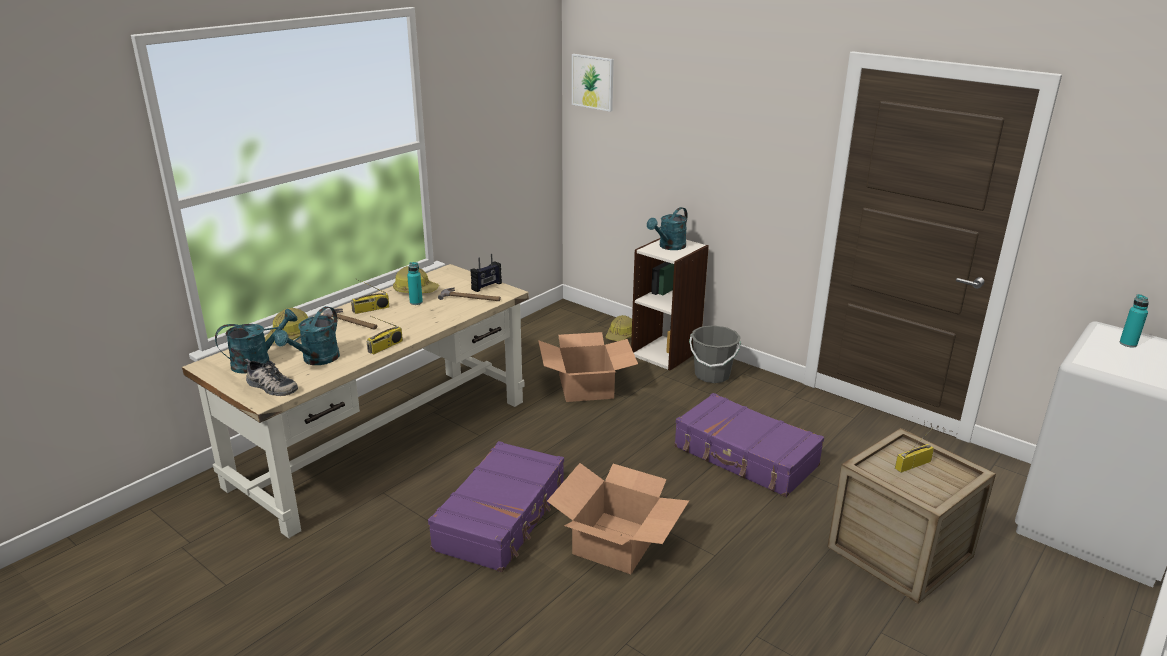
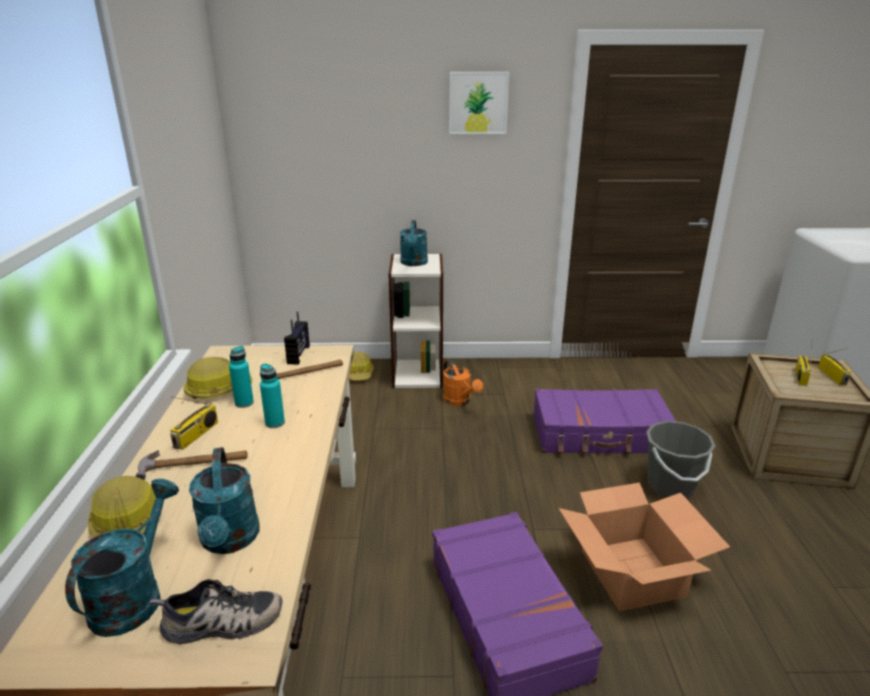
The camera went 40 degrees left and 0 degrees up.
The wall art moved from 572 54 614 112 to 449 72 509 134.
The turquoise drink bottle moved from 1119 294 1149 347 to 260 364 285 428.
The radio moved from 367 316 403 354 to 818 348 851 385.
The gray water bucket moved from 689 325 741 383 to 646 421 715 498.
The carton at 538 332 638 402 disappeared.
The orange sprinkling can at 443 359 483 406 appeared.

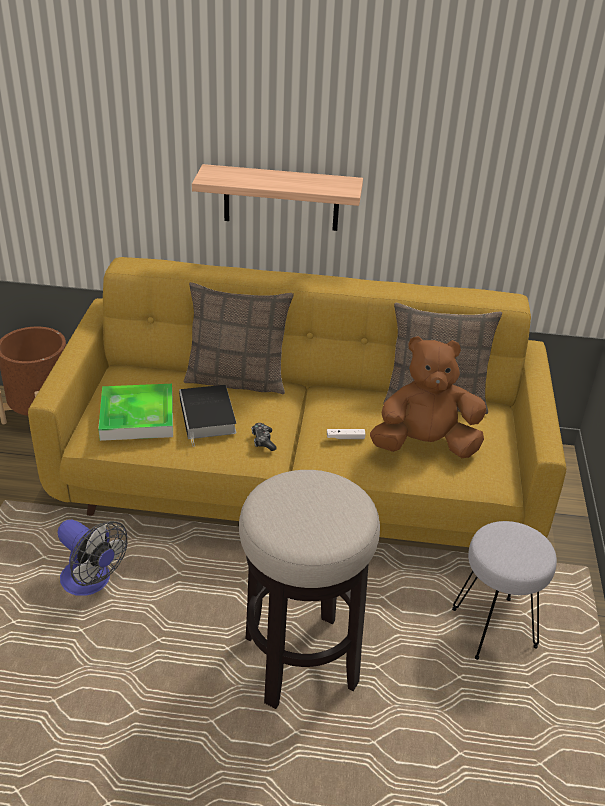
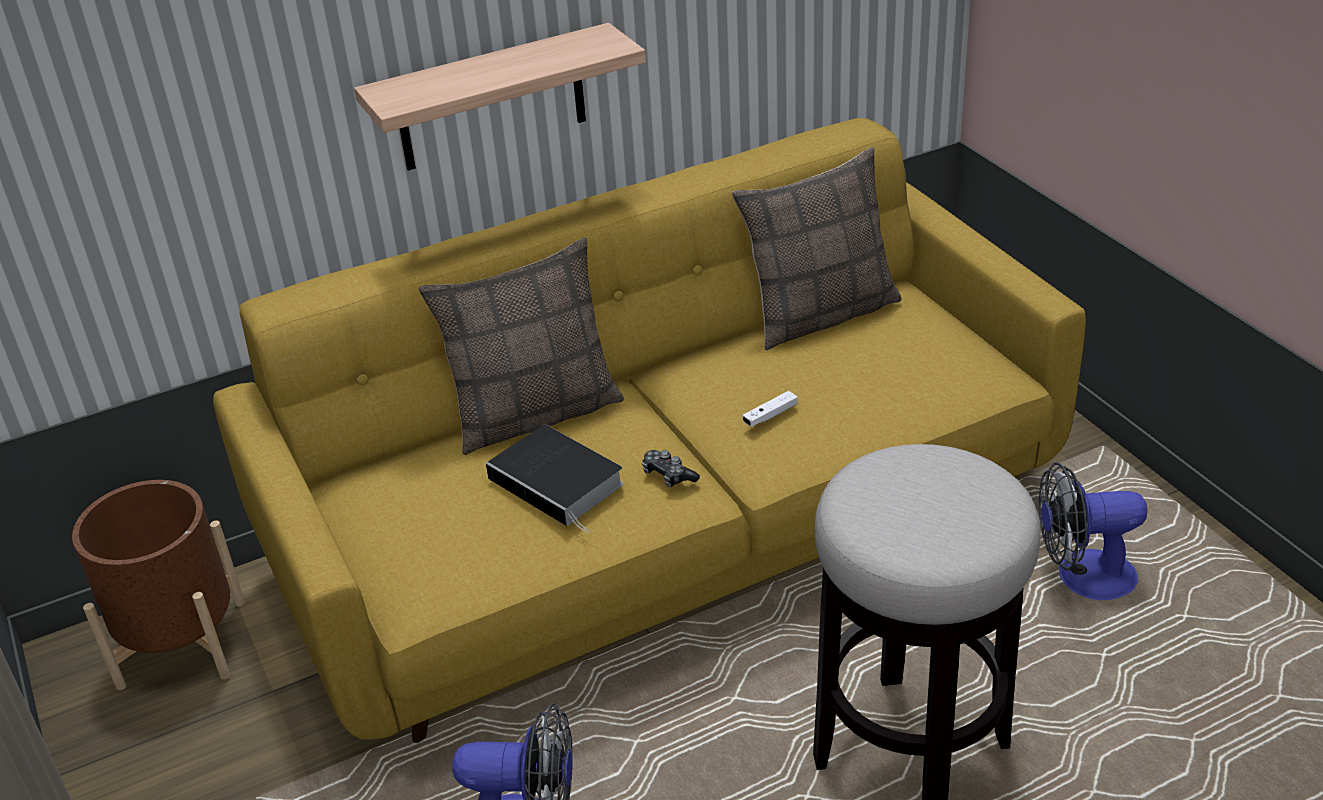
The camera went 30 degrees left and 0 degrees up.
The brown cuddly toy at 370 336 486 458 disappeared.
The tray at 98 384 173 441 disappeared.
The gray sitting stool at 452 521 557 660 was replaced by the cooling fan at 1039 462 1147 600.

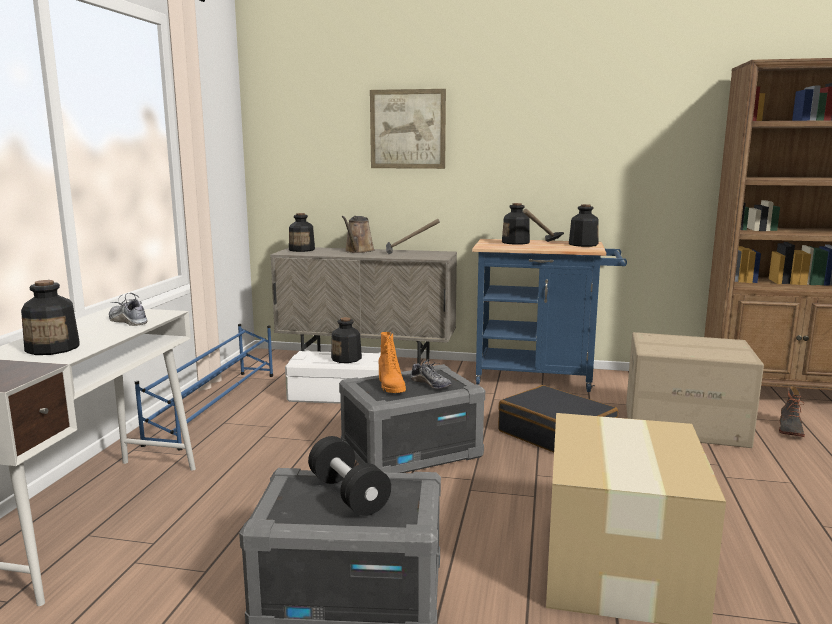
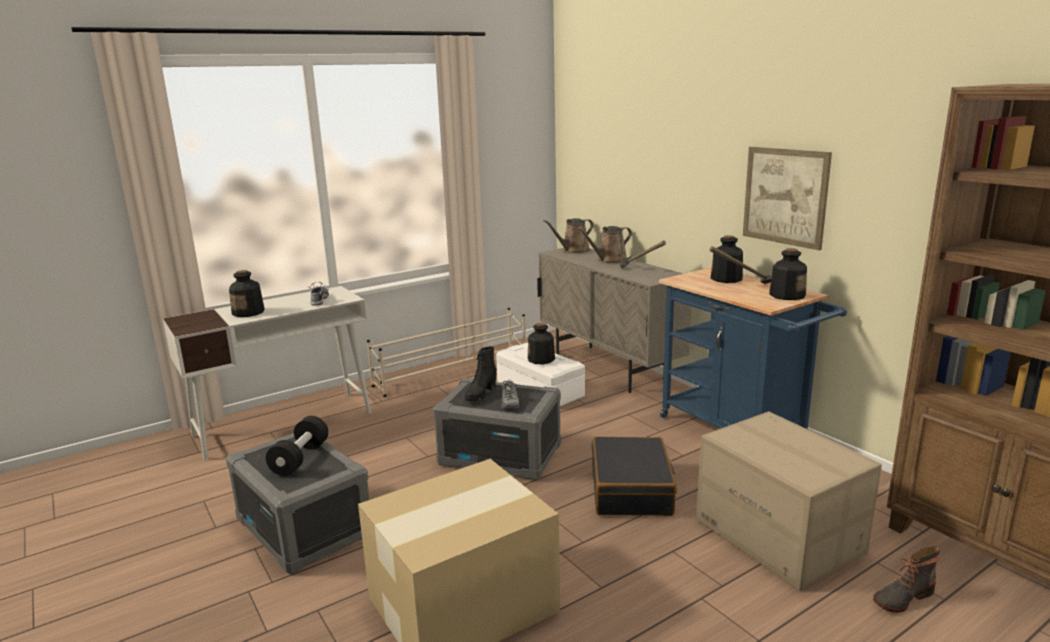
The camera went 45 degrees right and 5 degrees up.
The wall art moved from 370 89 446 169 to 743 147 832 250.
The drink bottle at 289 213 315 252 was replaced by the brown sprinkling can at 543 218 593 253.
The bluish shoe rack at 135 324 273 451 became the sand-coloured shoe rack at 367 308 526 397.
The orange boot at 379 332 406 393 became the black-coloured boot at 465 346 496 402.

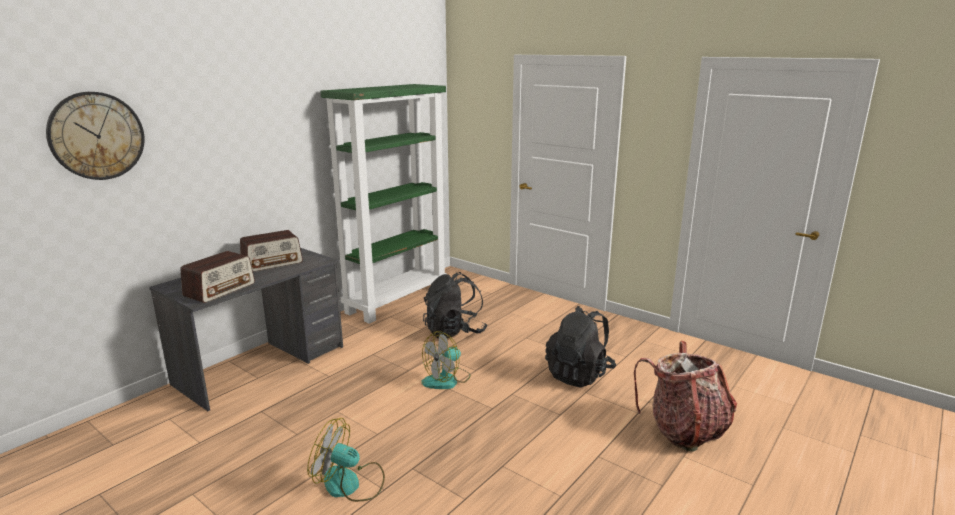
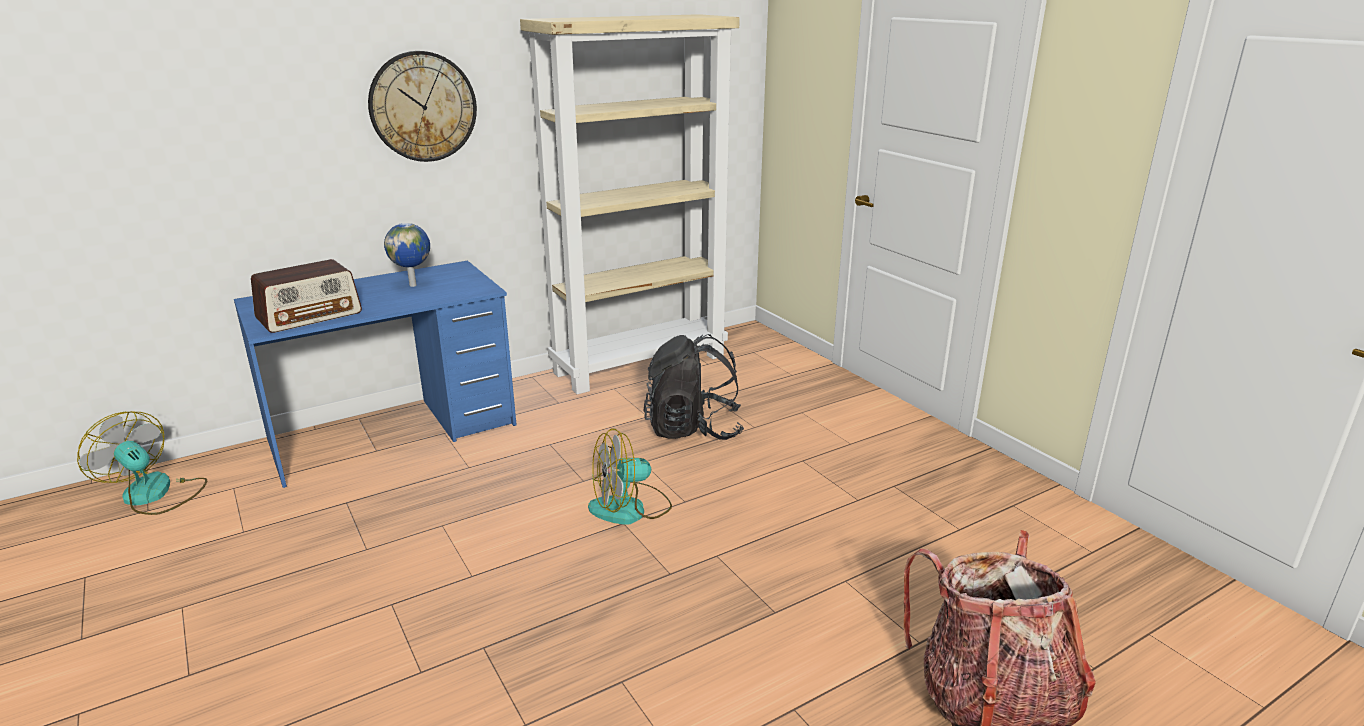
The camera went 20 degrees right and 5 degrees up.
The green-coloured bookshelf at 320 84 447 324 became the sand-coloured bookshelf at 520 14 740 394.
The hanging clock moved from 46 92 145 180 to 368 51 477 162.
The radio at 240 230 303 272 was replaced by the world globe at 384 223 430 287.
The gray desk unit at 149 248 343 411 became the bluish desk unit at 234 261 517 488.
The black-coloured rucksack at 545 306 616 387 disappeared.
The cooling fan moved from 307 418 385 502 to 77 411 207 515.

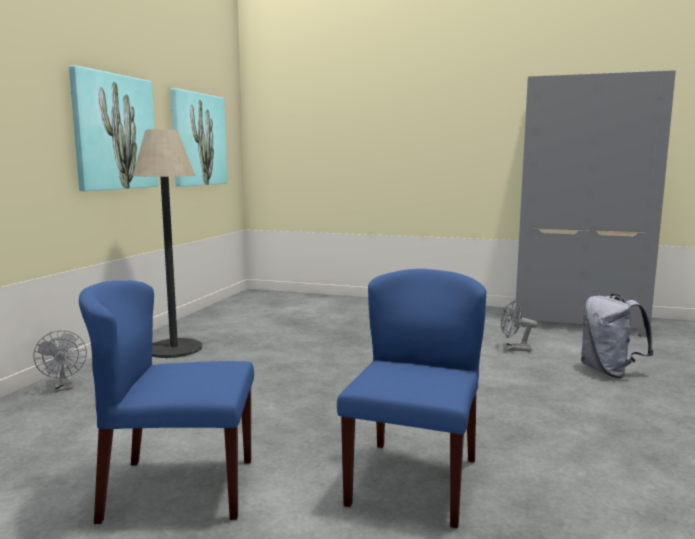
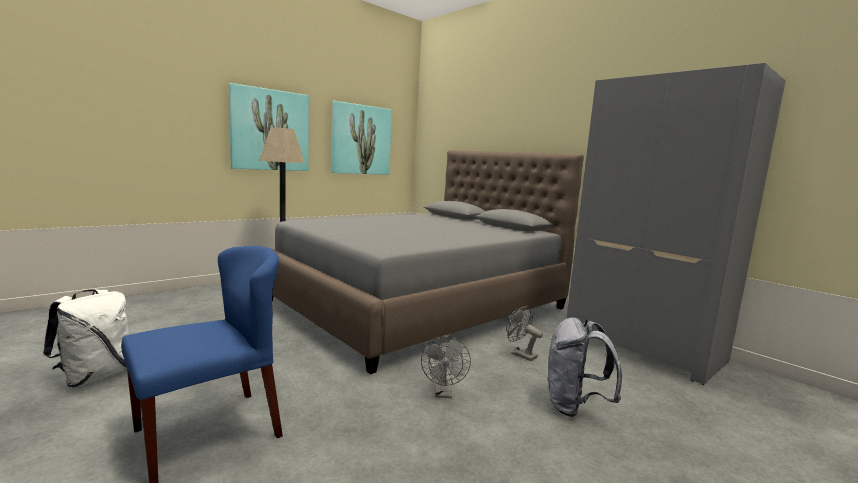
The camera went 30 degrees right and 0 degrees up.
The bluish upright chair at 79 280 254 524 was replaced by the white rucksack at 43 289 129 388.
The gray cooling fan moved from 33 330 87 392 to 421 336 471 398.
The gray sleeping bed at 270 150 584 374 appeared.

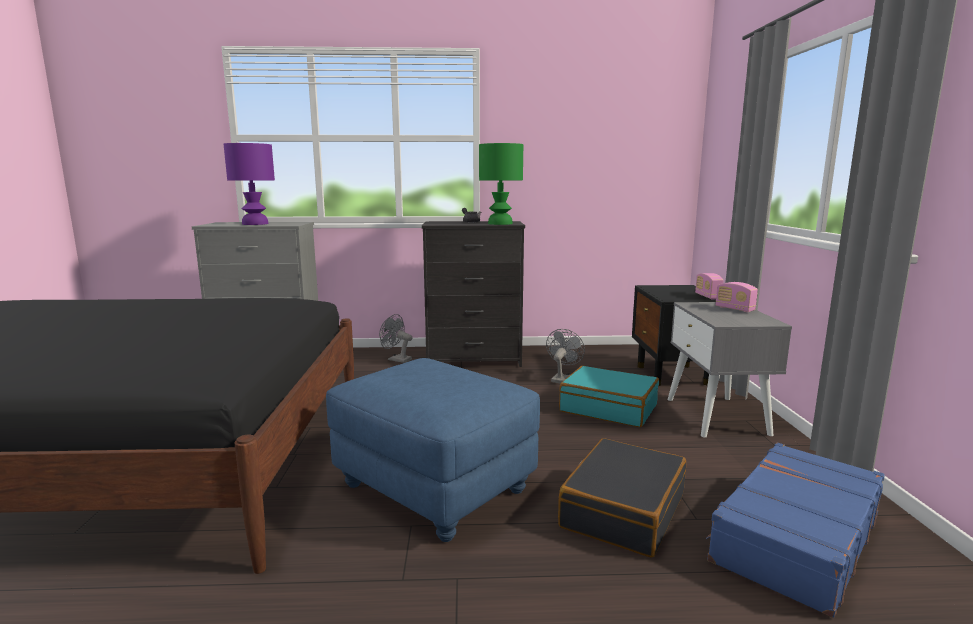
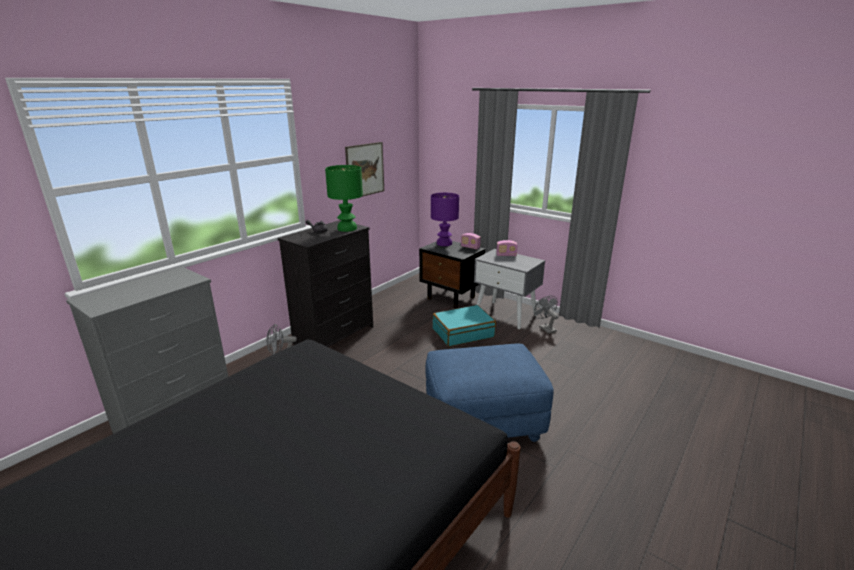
The camera went 50 degrees left and 10 degrees up.
The purple-coloured lamp for a table moved from 224 143 275 225 to 431 193 459 246.
The gray cooling fan moved from 546 329 585 383 to 534 296 558 334.
The black-coloured piece of luggage at 558 438 686 558 disappeared.
The bluish piece of luggage at 706 443 885 618 disappeared.
The wall art at 345 142 384 200 appeared.

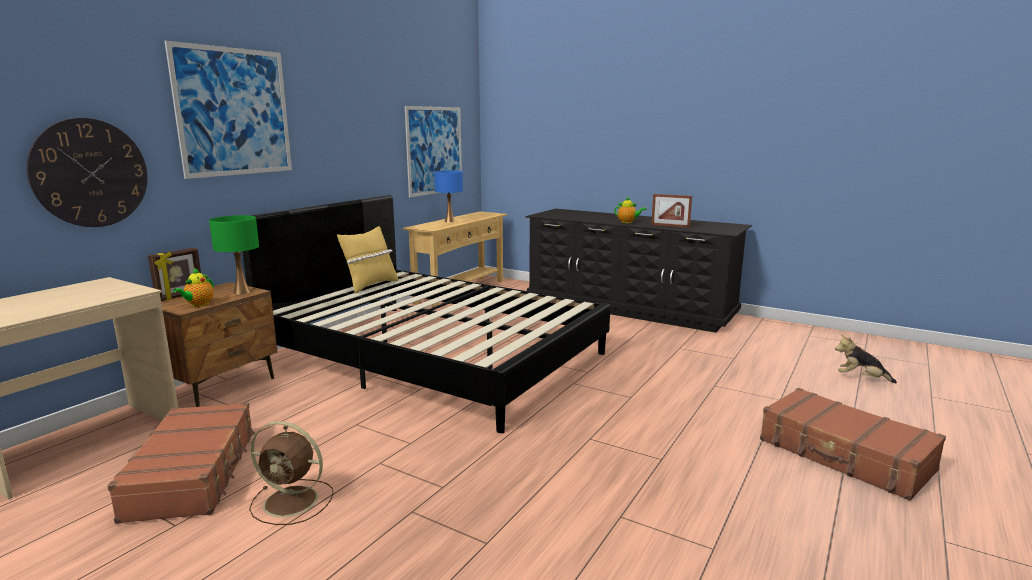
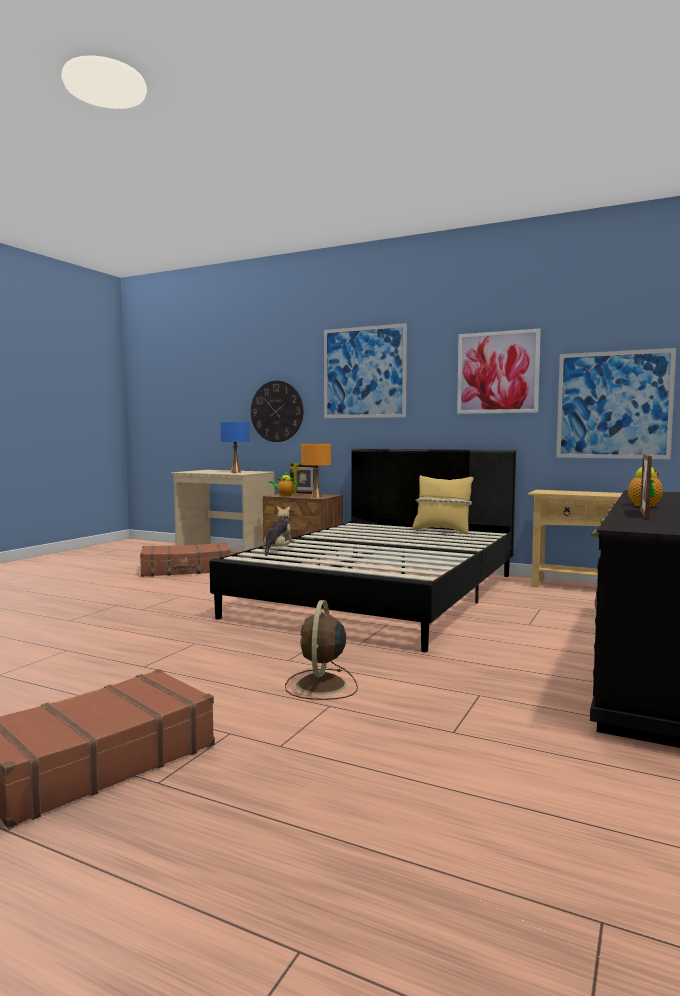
The camera went 85 degrees right and 10 degrees down.
The bluish lamp for a table moved from 434 170 463 222 to 221 422 249 473.
The green-coloured lamp for a table at 209 215 259 294 became the orange lamp for a table at 301 444 331 498.
The cuddly toy moved from 835 334 897 383 to 264 506 295 556.
The brown cooling fan moved from 249 421 334 525 to 285 600 358 700.
The wall art at 457 329 541 414 appeared.

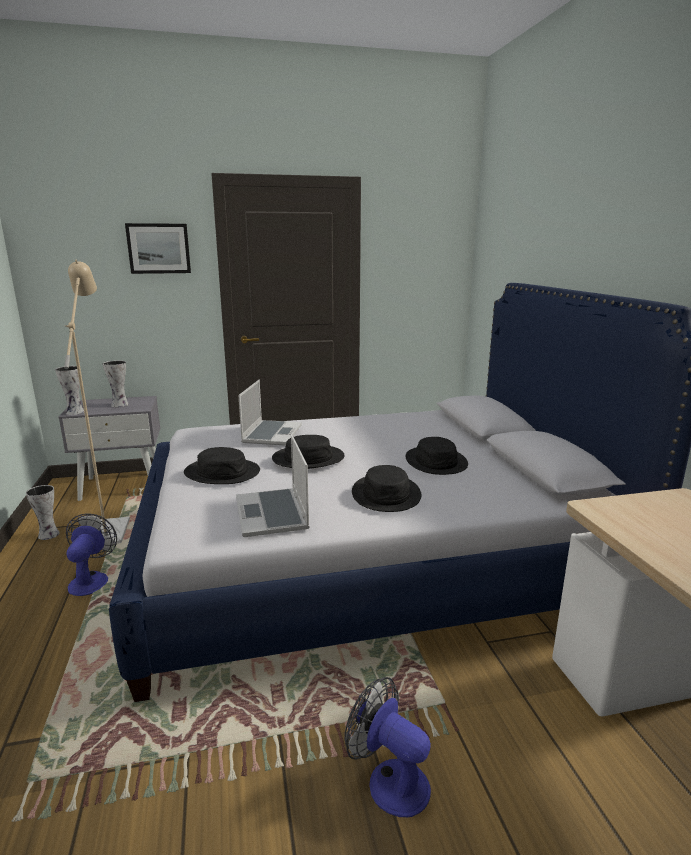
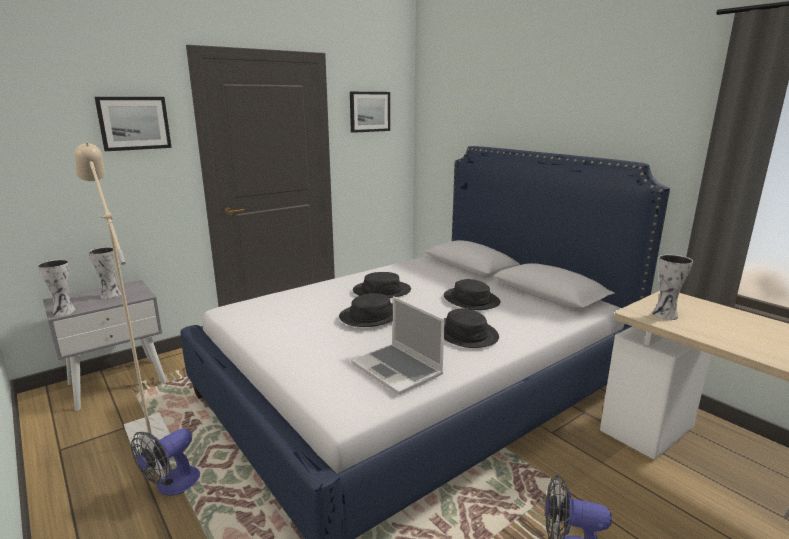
The camera went 25 degrees left and 0 degrees up.
The laptop at 238 380 302 446 disappeared.
The black-coloured wearable hat moved from 184 447 260 484 to 353 272 411 298.
The vase moved from 26 485 60 540 to 652 254 693 320.
The cooling fan at 66 513 117 596 turned 120 degrees counterclockwise.
The wall art at 350 92 390 133 appeared.

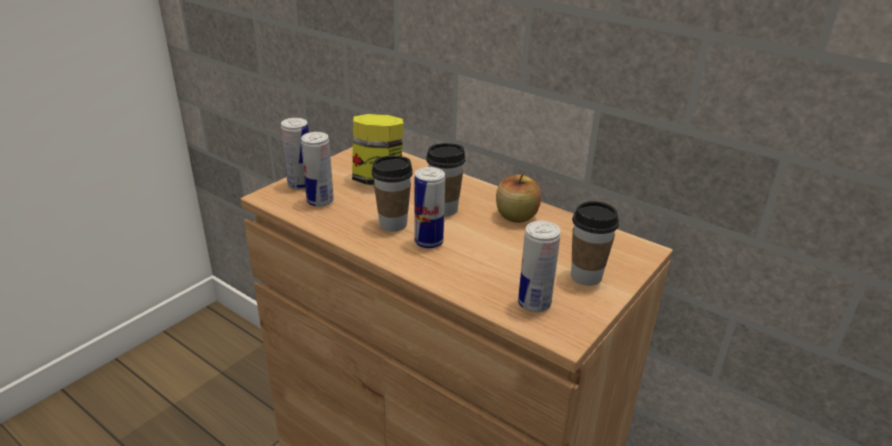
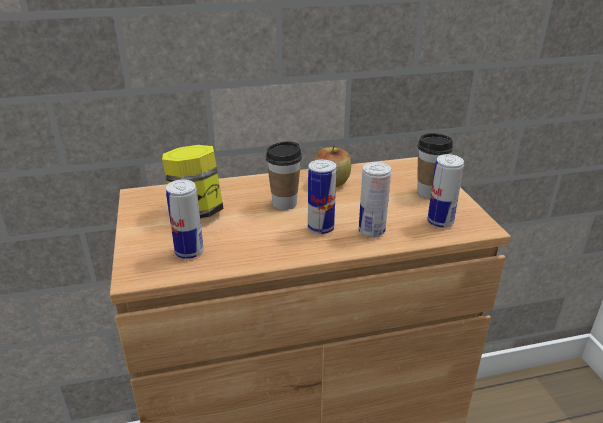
The camera went 50 degrees left and 0 degrees up.
The sealed can moved from 281 118 309 190 to 359 162 391 237.
The small cup at 372 156 413 232 disappeared.

